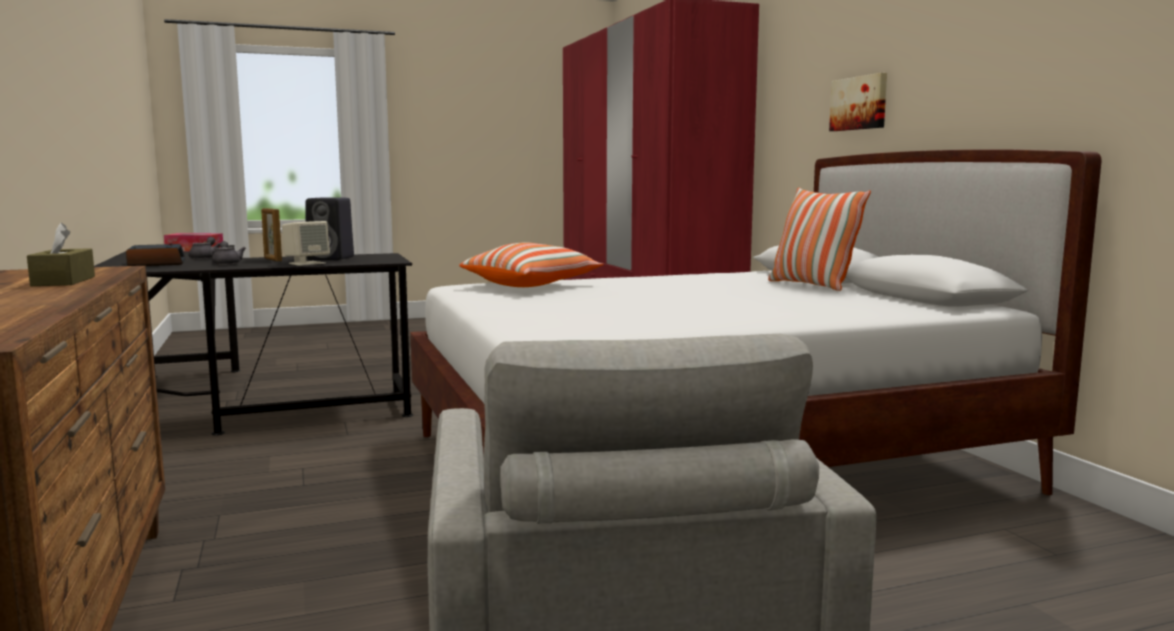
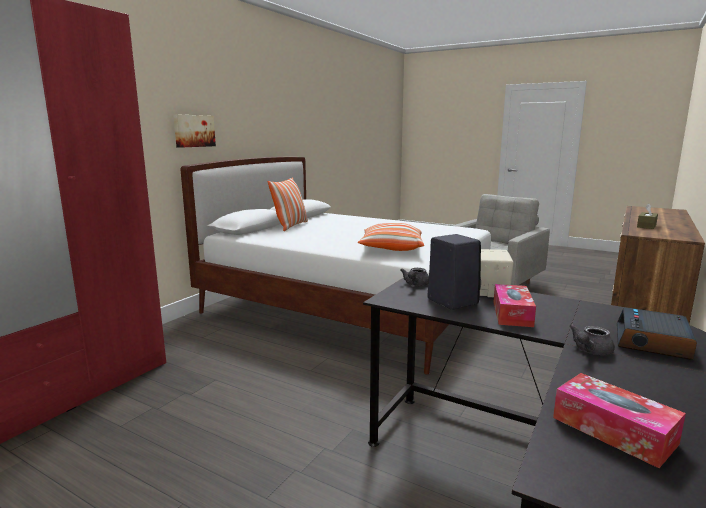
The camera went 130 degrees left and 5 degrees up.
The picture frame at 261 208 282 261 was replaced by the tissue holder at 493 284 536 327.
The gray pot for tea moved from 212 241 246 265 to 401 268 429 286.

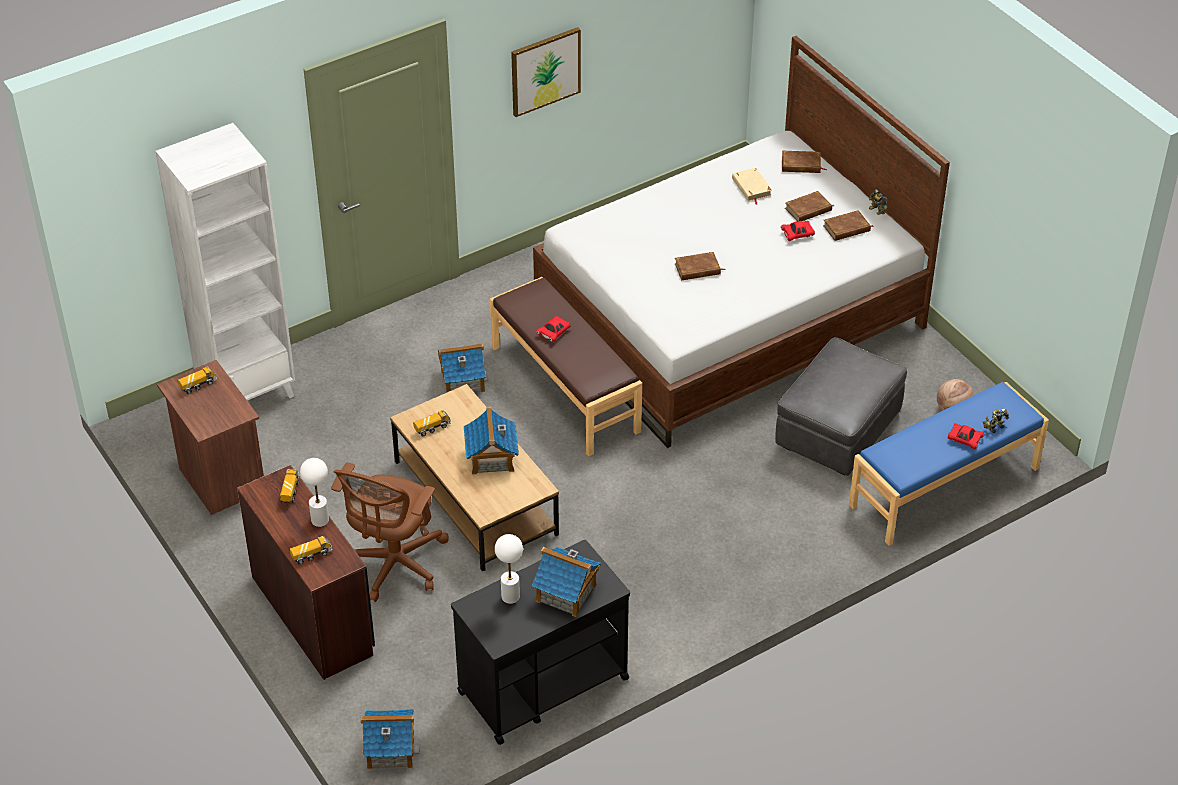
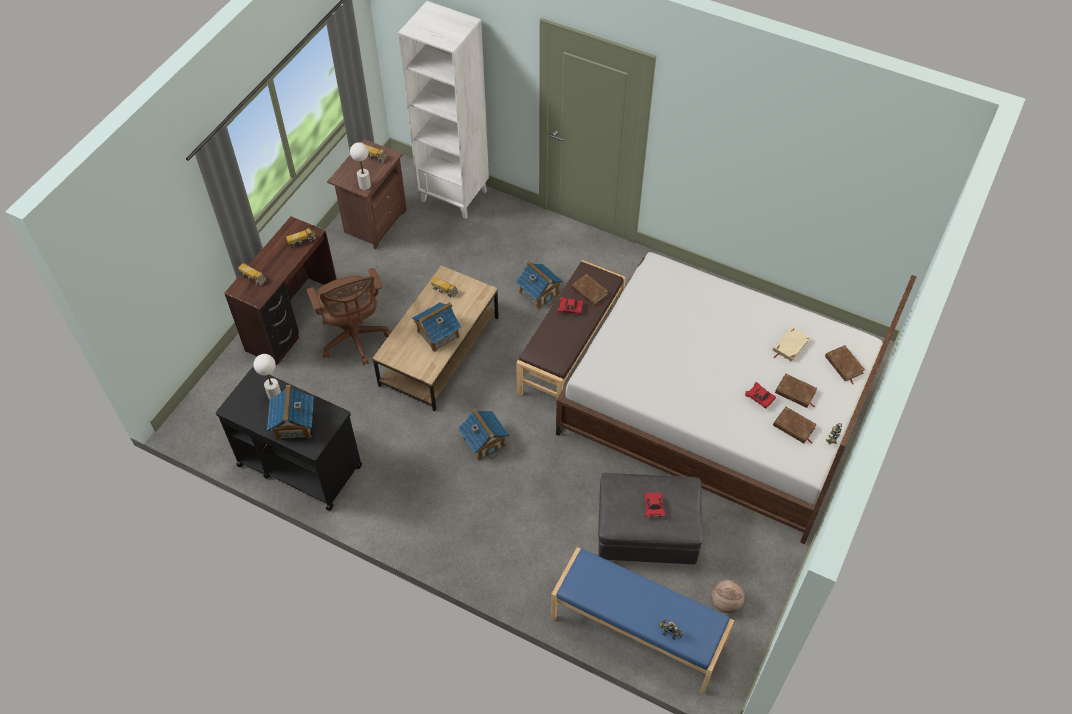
The camera went 60 degrees right and 10 degrees up.
The wall art at 511 27 581 117 disappeared.
The brown bound book moved from 675 252 725 280 to 571 274 608 307.
The red-coloured model car moved from 948 423 985 450 to 644 492 666 518.
The white lamp for a table moved from 300 458 329 527 to 350 142 371 190.
The brown desk chair at 331 462 449 602 turned 105 degrees counterclockwise.
The toy house moved from 361 709 420 769 to 458 408 509 461.

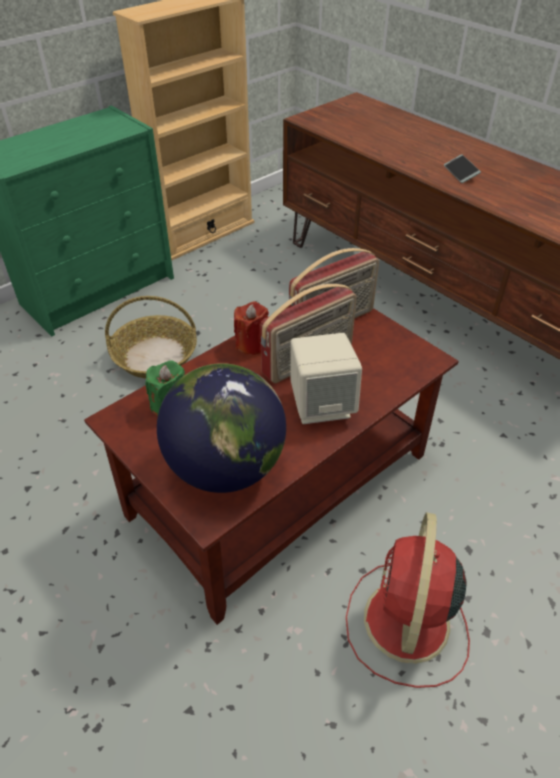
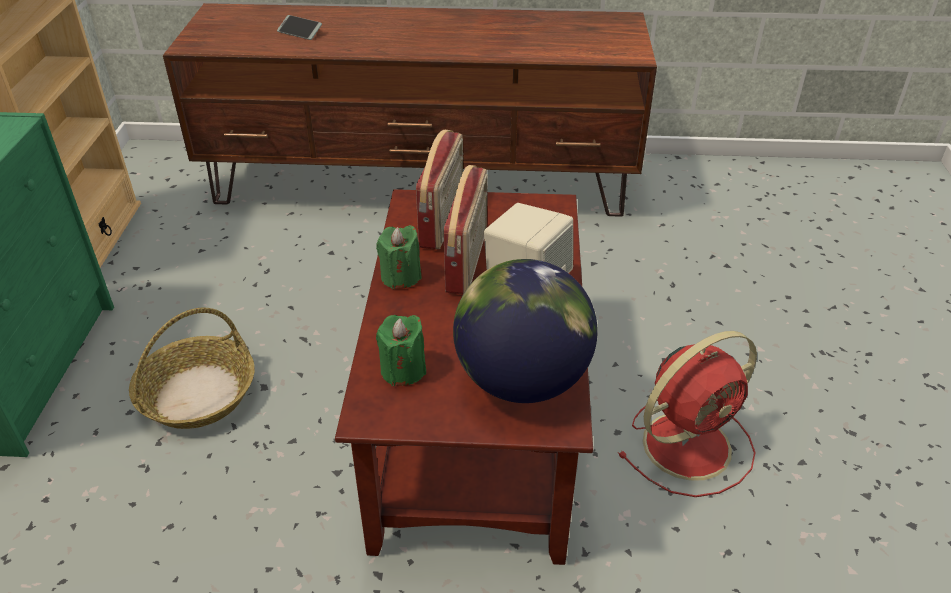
The camera went 45 degrees left and 5 degrees down.
The telephone moved from 444 154 481 183 to 277 15 322 40.
The red-coloured wax light at 234 301 269 355 became the green-coloured wax light at 376 225 422 289.
The red-coloured cooling fan at 346 512 470 688 turned 90 degrees counterclockwise.

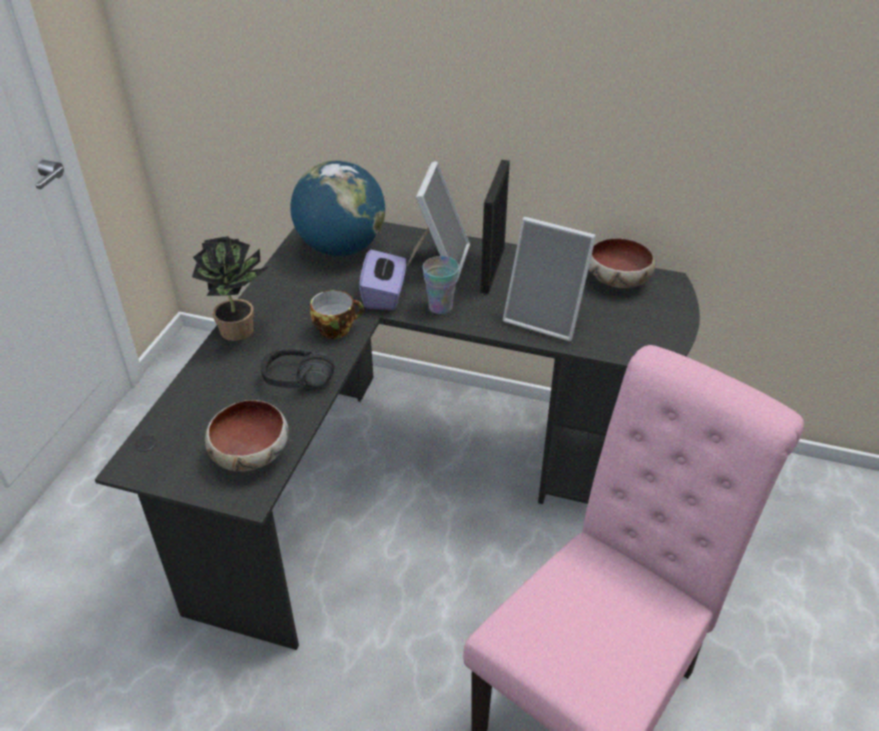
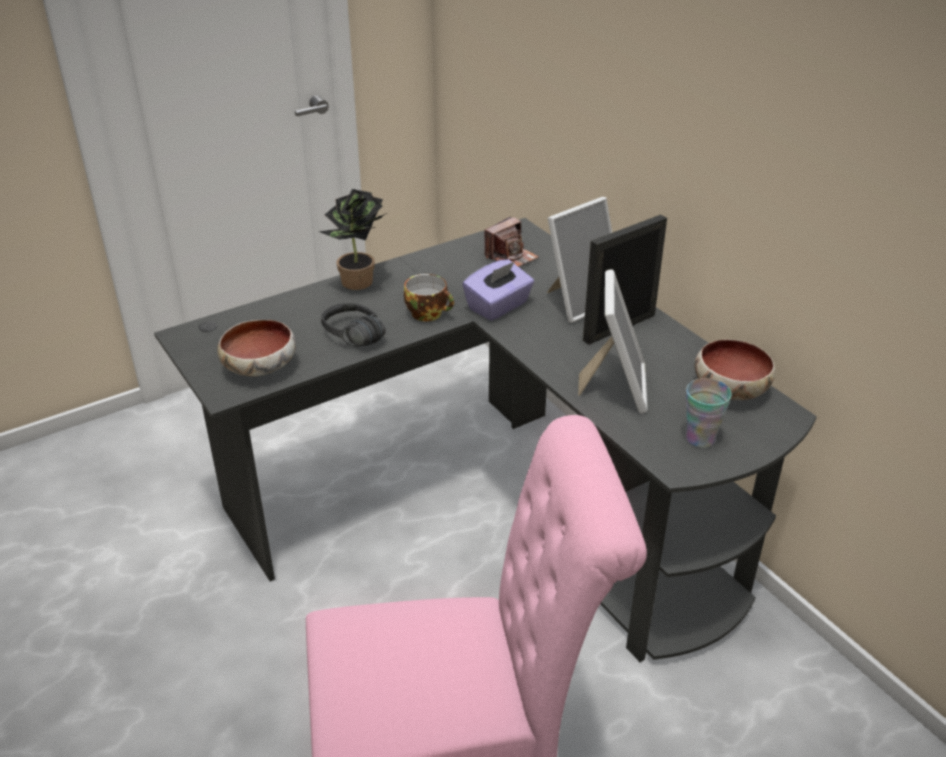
The camera went 40 degrees right and 5 degrees down.
The world globe at 291 160 385 256 was replaced by the still camera at 484 216 539 267.
The picture frame at 503 217 596 341 turned 150 degrees counterclockwise.
The small cup moved from 423 256 459 314 to 686 378 732 448.

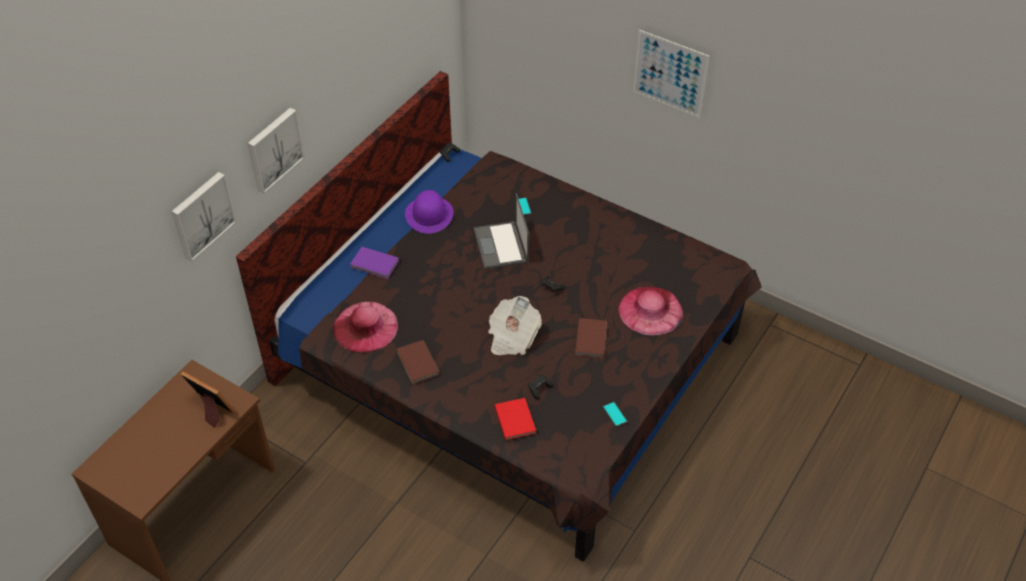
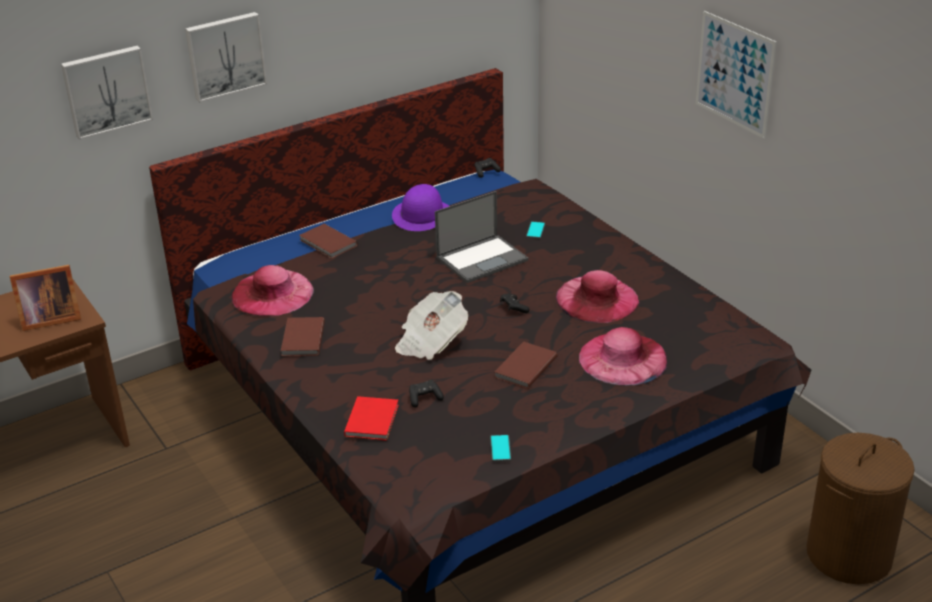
The camera went 25 degrees right and 15 degrees down.
The laptop at 474 193 529 269 turned 135 degrees counterclockwise.
The purple-coloured bound book at 350 247 400 279 became the brown bound book at 299 224 358 259.
The picture frame at 180 371 235 428 turned 105 degrees clockwise.
The pink wearable hat at 556 270 639 323 appeared.
The brown hamper at 806 433 915 584 appeared.

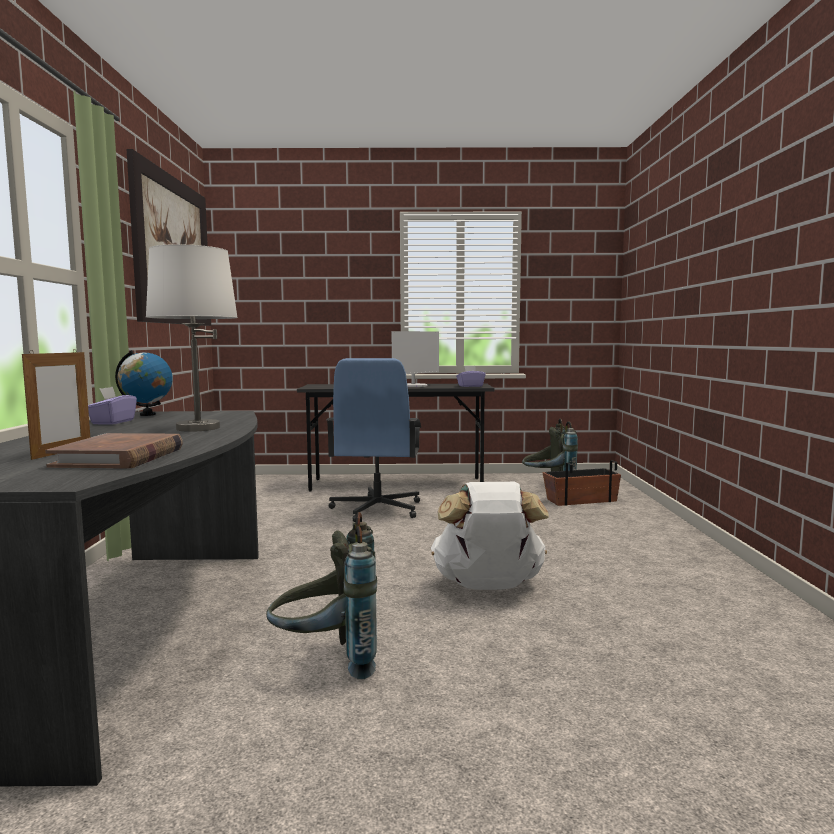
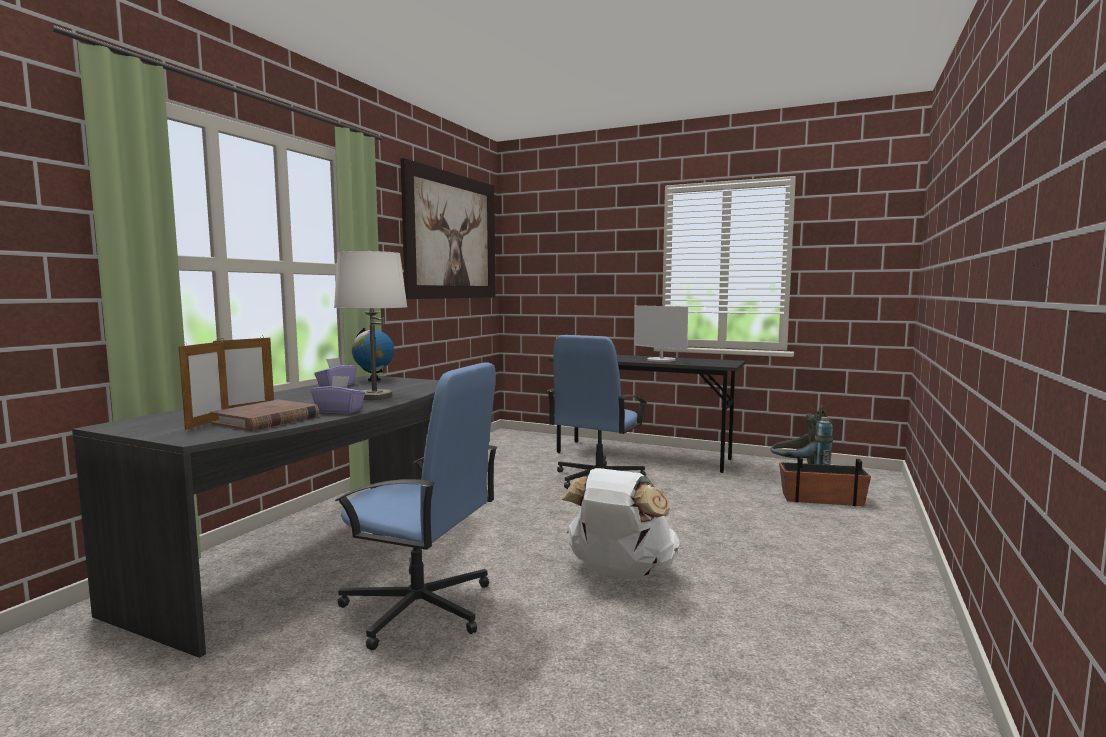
The camera went 25 degrees right and 0 degrees up.
The monitor at 392 331 439 387 turned 75 degrees clockwise.
The purple-coloured tissue holder moved from 456 366 486 387 to 311 376 365 414.
The gray rucksack at 266 512 377 679 was replaced by the bluish desk chair at 335 362 498 650.
The picture frame at 179 339 229 430 appeared.

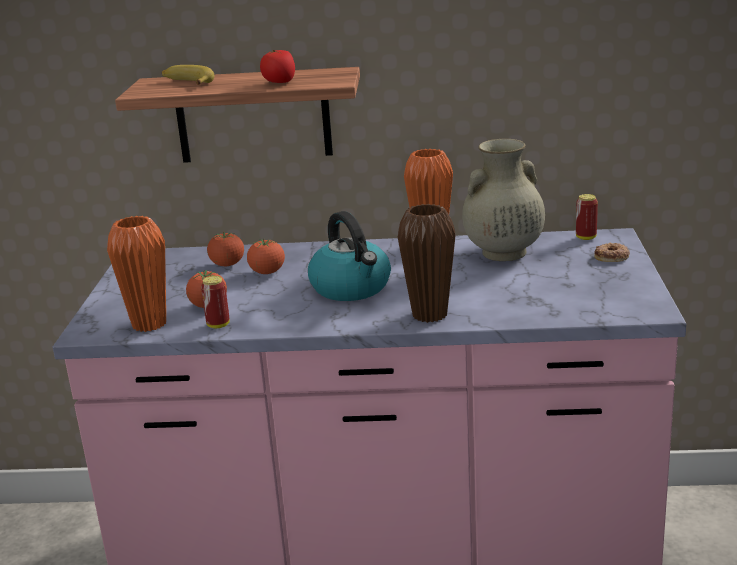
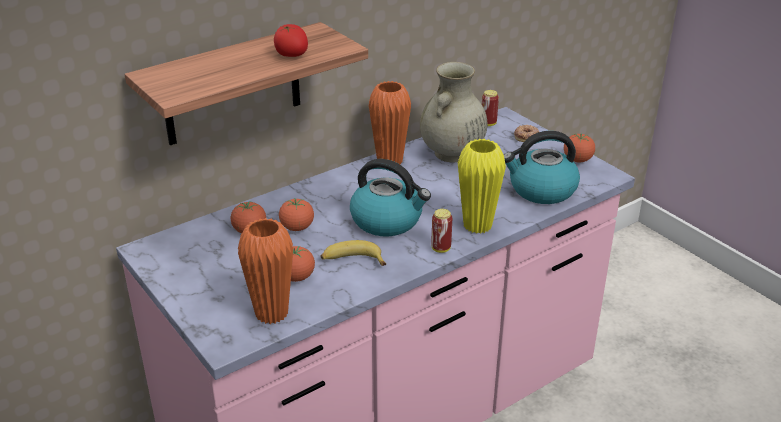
The camera went 40 degrees left and 10 degrees up.
The banana fruit moved from 162 65 214 85 to 321 240 386 266.
The brown vase at 398 204 456 323 became the yellowish vase at 458 139 506 234.
The sealed can moved from 201 276 230 328 to 431 209 452 253.
The tea kettle at 504 131 580 204 appeared.
The tomato at 564 134 595 163 appeared.

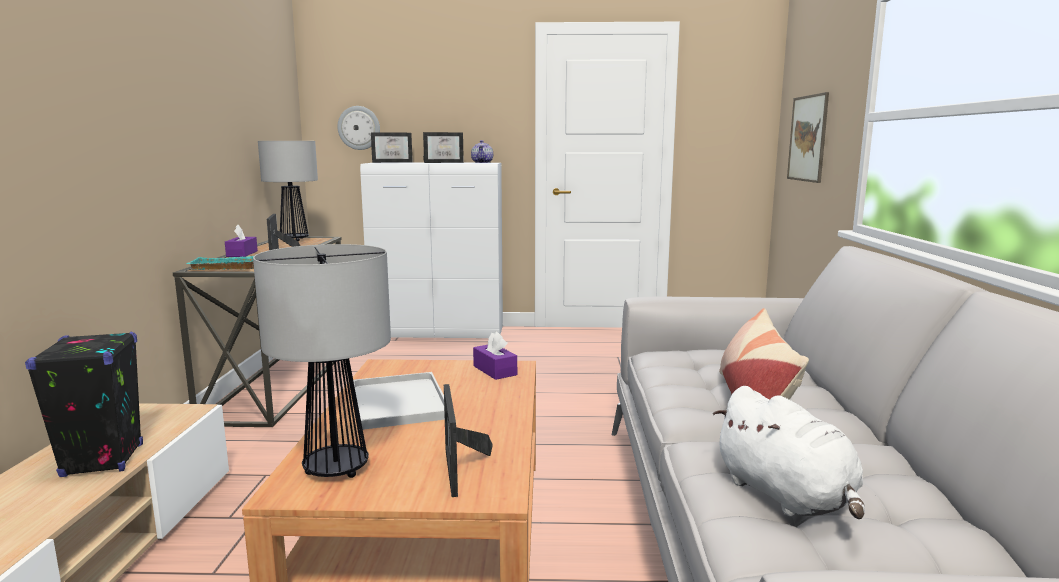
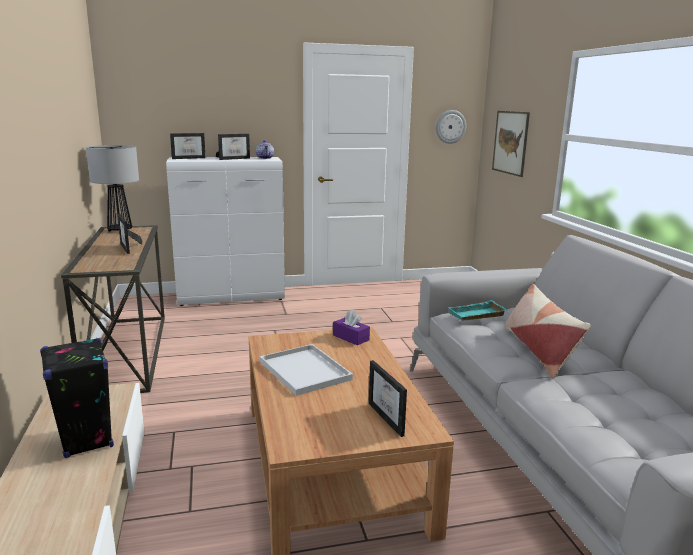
The camera went 15 degrees left and 5 degrees up.
The hanging clock moved from 337 106 380 150 to 436 110 466 144.
The purple-coloured tissue holder at 225 225 258 257 disappeared.
The lamp for a table at 253 244 391 478 disappeared.
The turquoise tray moved from 186 256 254 270 to 448 300 507 320.
The white cuddly toy at 713 386 865 519 disappeared.

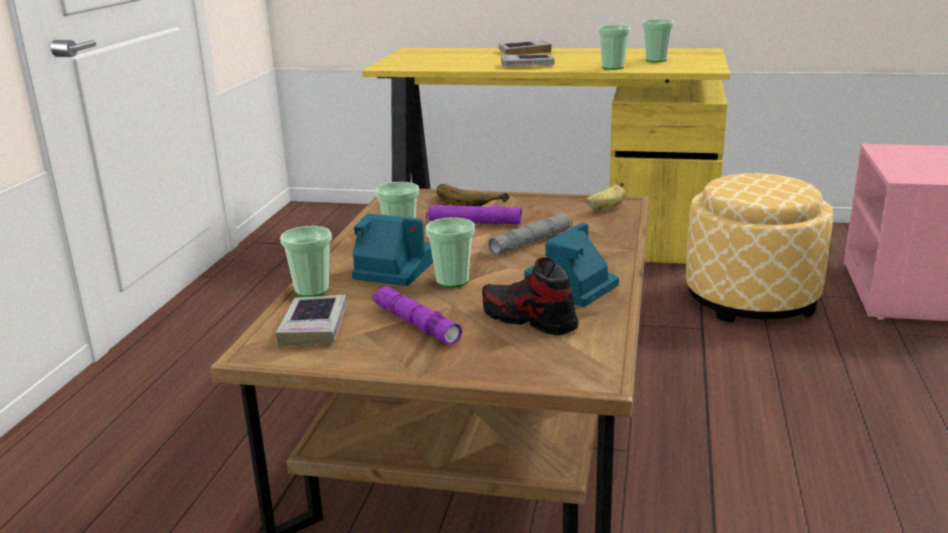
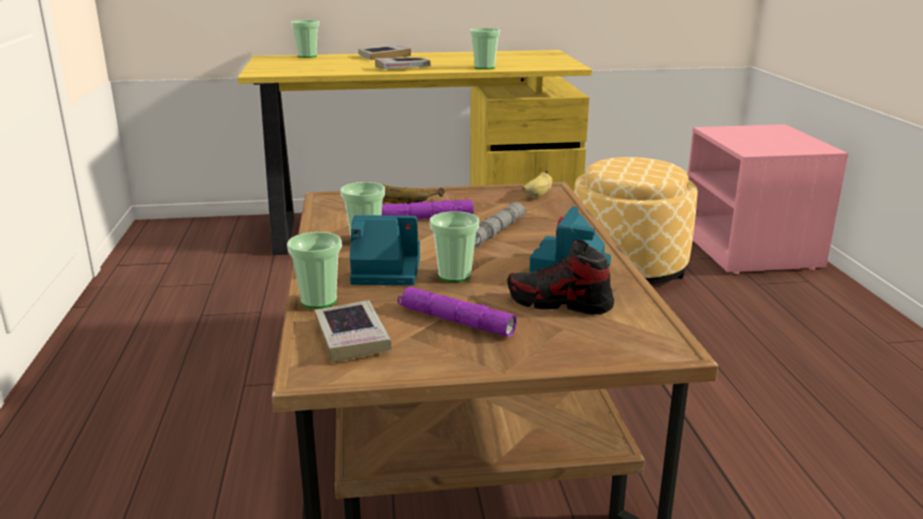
The camera went 20 degrees left and 0 degrees up.
The small cup moved from 642 19 674 62 to 291 20 319 58.

